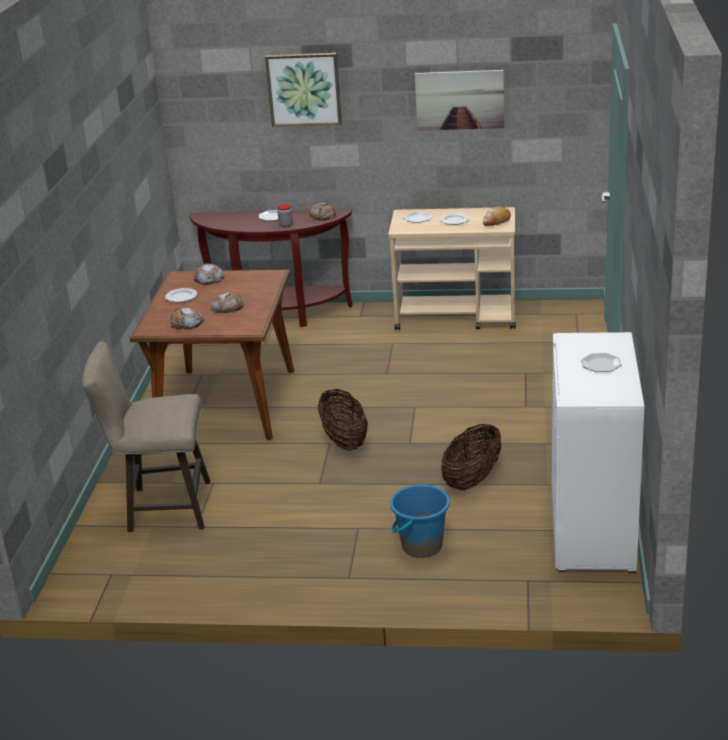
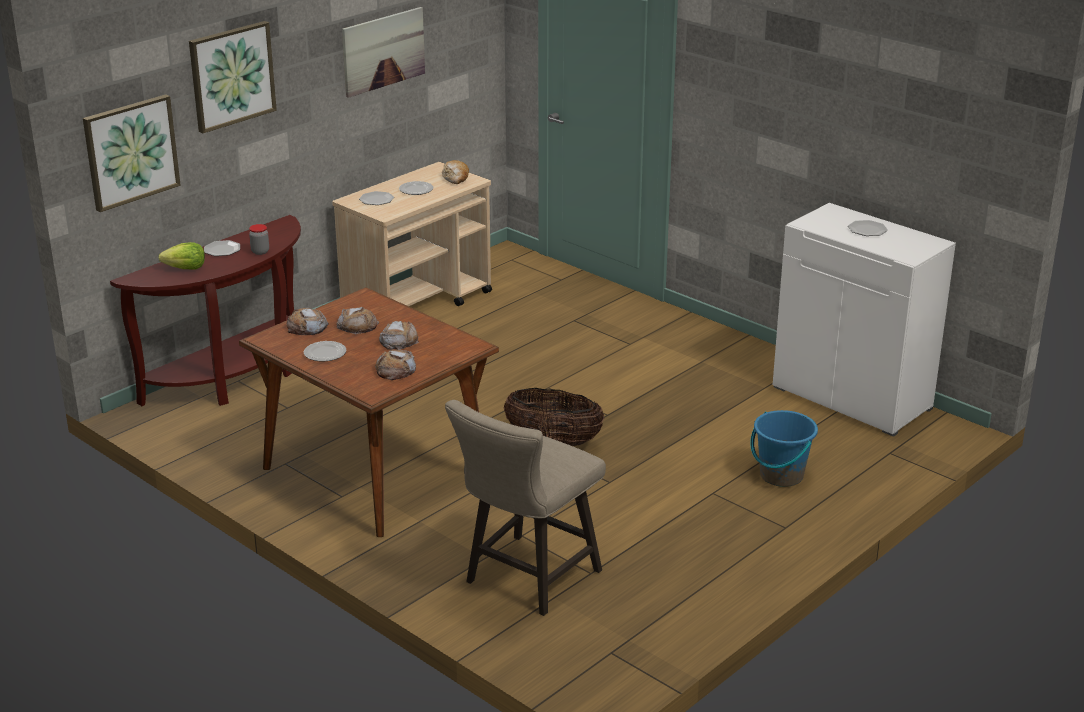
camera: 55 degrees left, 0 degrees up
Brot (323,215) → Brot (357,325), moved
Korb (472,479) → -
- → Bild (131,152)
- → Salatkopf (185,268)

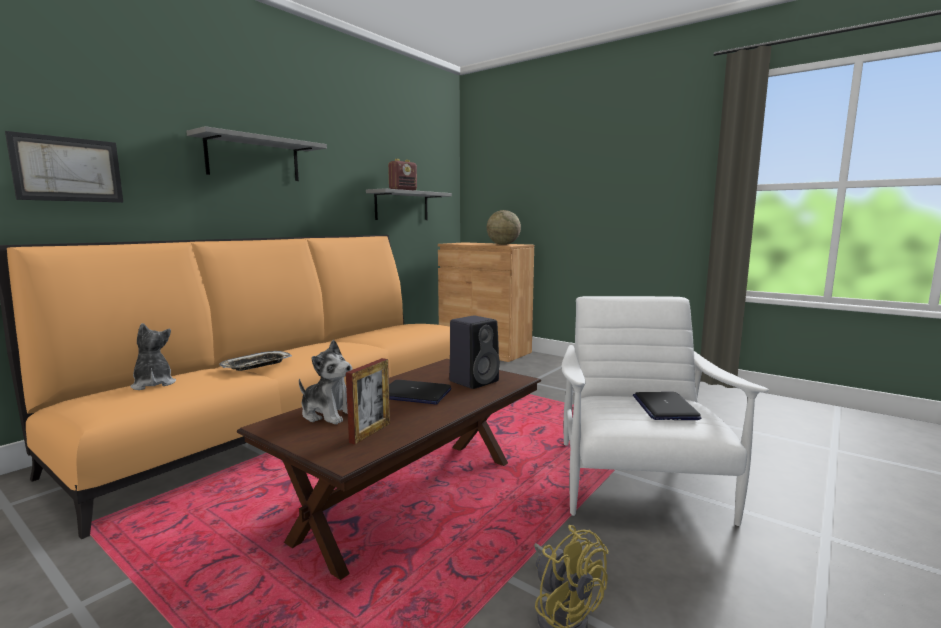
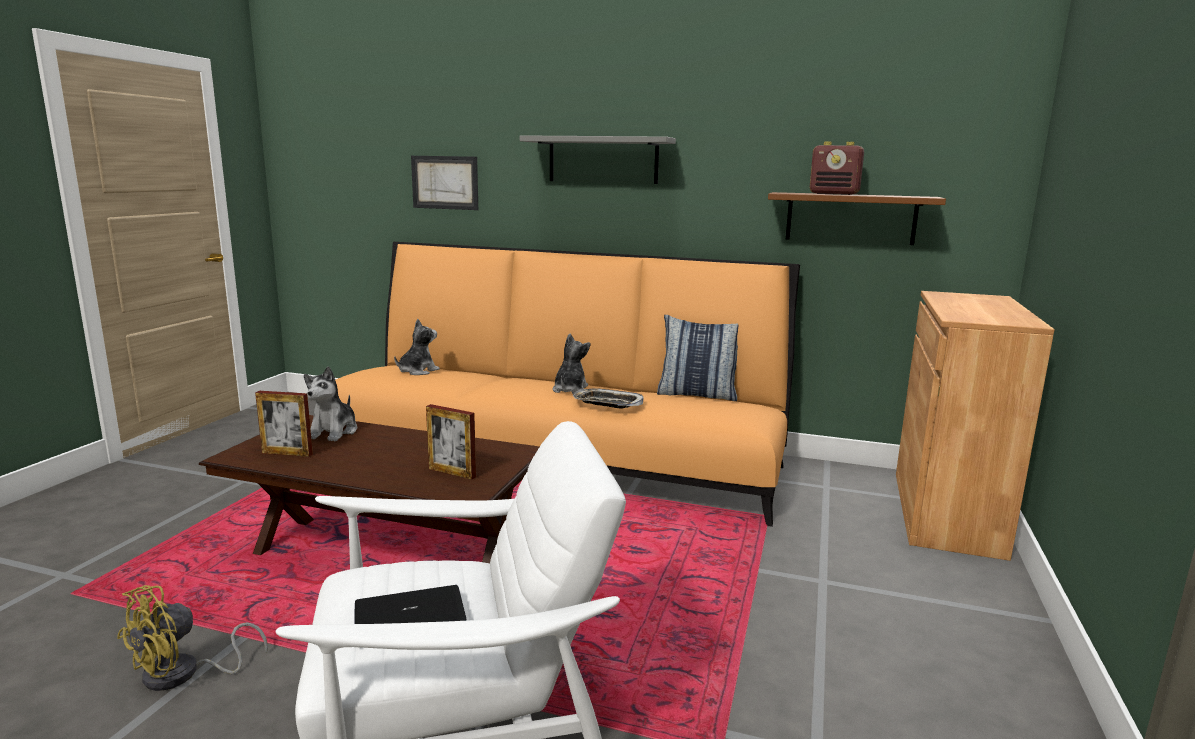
camera: 70 degrees right, 5 degrees up
Wandregal [grau] (402,206) → Wandregal [braun] (850,218)
Globus (503,244) → -
Lautsprecher [schwarz] (475,381) → Bilderrahmen (452,473)
Tablett (256,365) → Tablett (608,403), moved
Laptop (414,394) → -
- → Kissen (697,394)
- → Plüschtier (570,390)

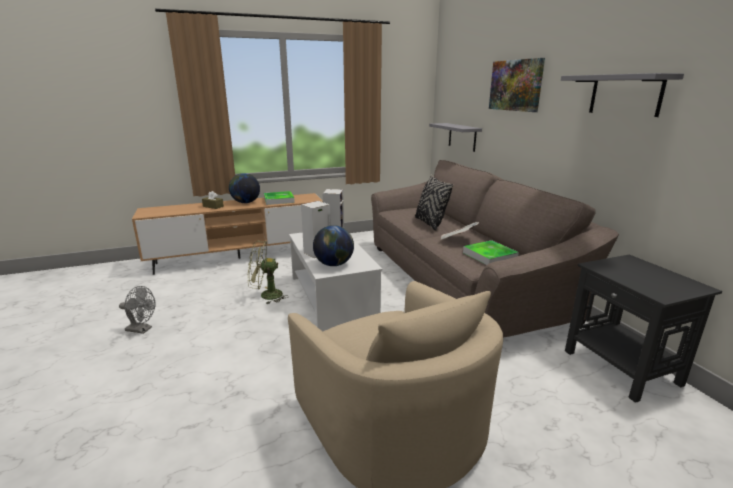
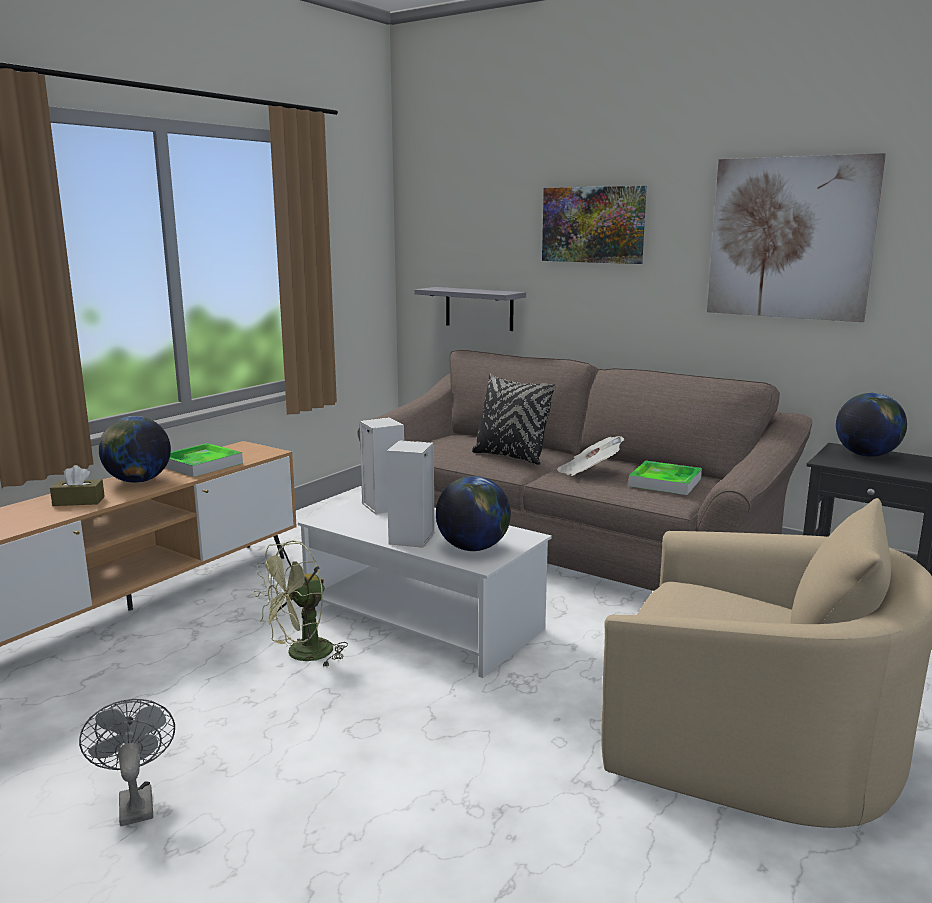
camera: 35 degrees left, 5 degrees down
Wandregal [grau] (625,95) → Bild (790,238)
Ventilator [grau] (142,329) → Ventilator [grau] (135,801), 90 degrees counterclockwise
- → Globus (866,455)

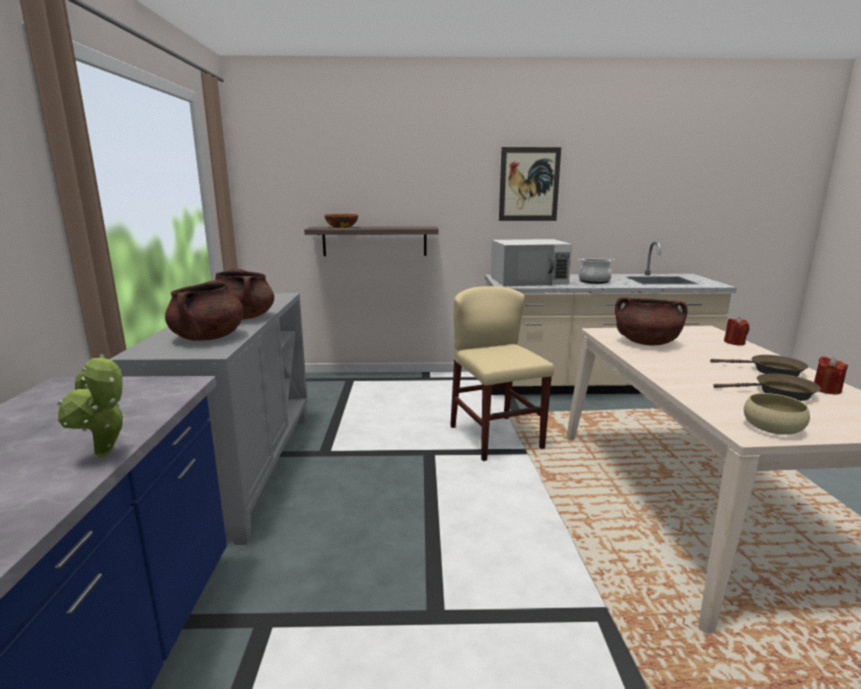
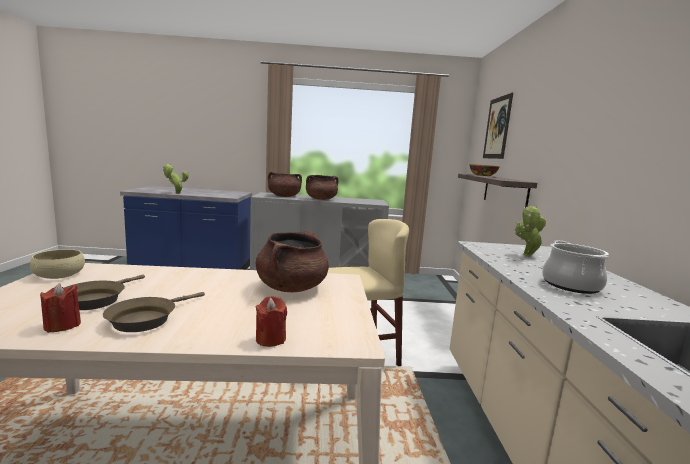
camera: 90 degrees right, 5 degrees down
Bild (529,184) → Bild (497,128), moved
Mikrowelle [weiß] (529,280) → Topfpflanze (526,256)

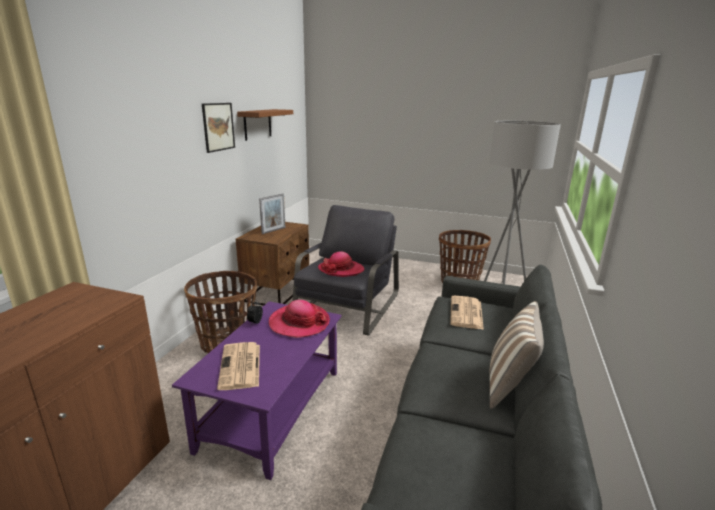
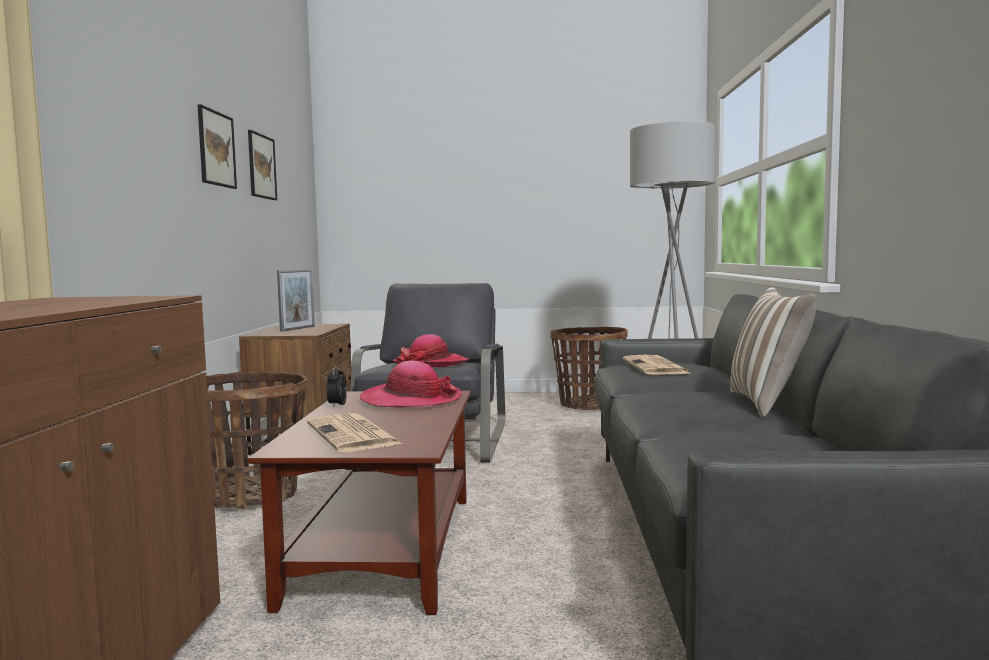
camera: 15 degrees left, 15 degrees down
Wandregal [braun] (257,124) → Bild (261,166)
Couchtisch [lila] (272,410) → Couchtisch [braun] (385,548)

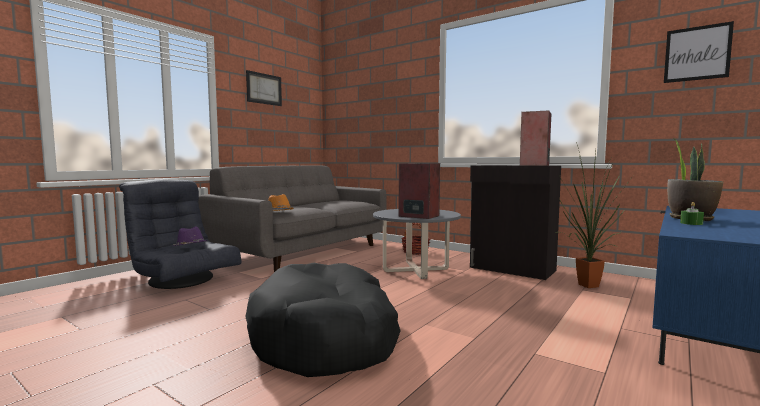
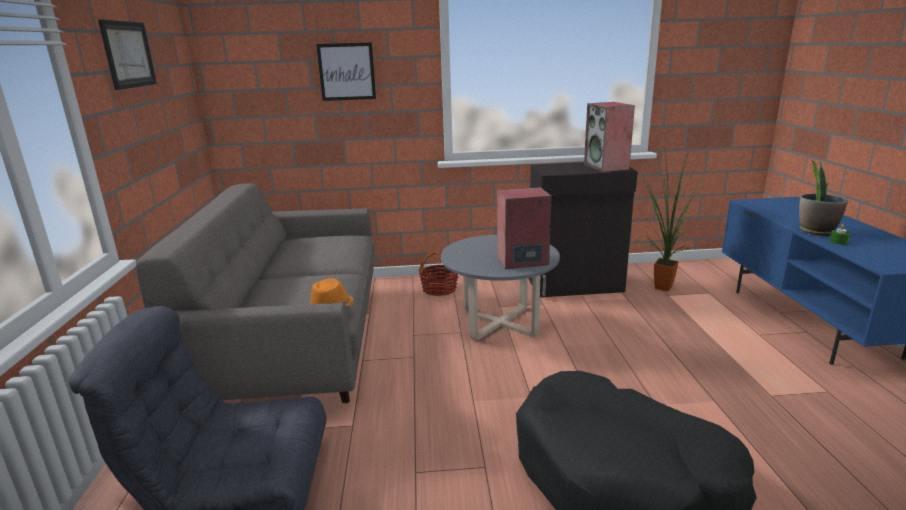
camera: 40 degrees left, 15 degrees up
Bild (697,53) → Bild (347,72), moved
Hut [lila] (190,246) → -

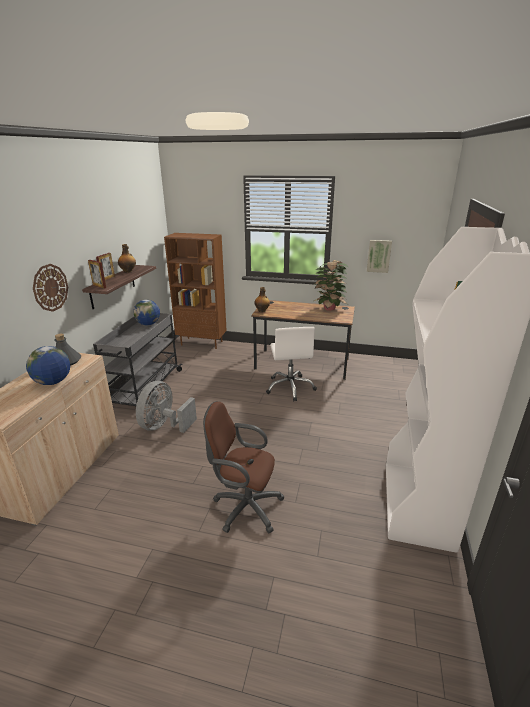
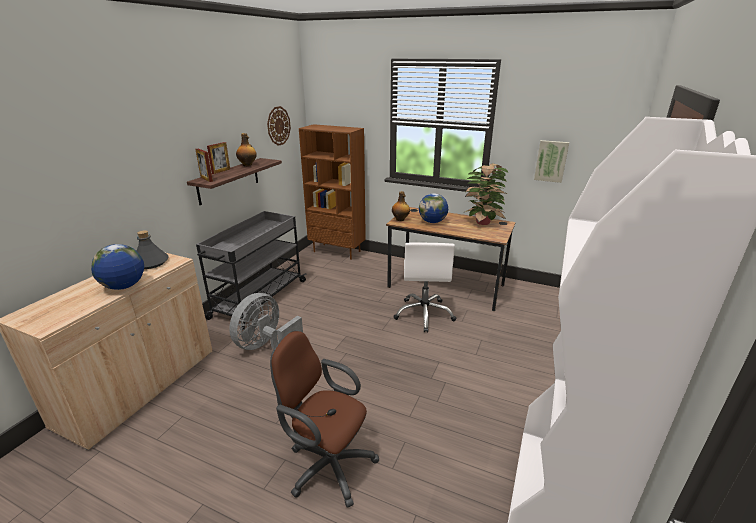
camera: 10 degrees right, 0 degrees up
Wanduhr (50,287) → Wanduhr (278,126), moved
Globus (148,324) → Globus (432,222), moved

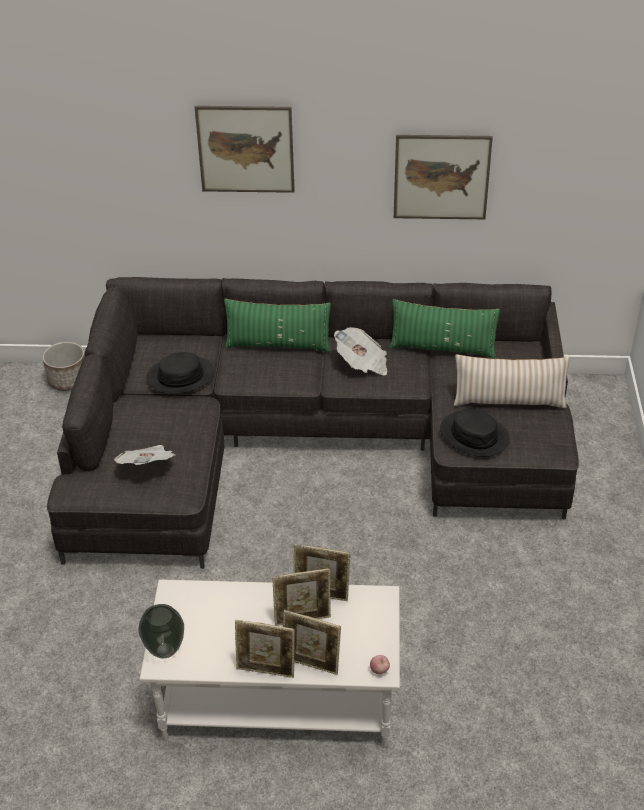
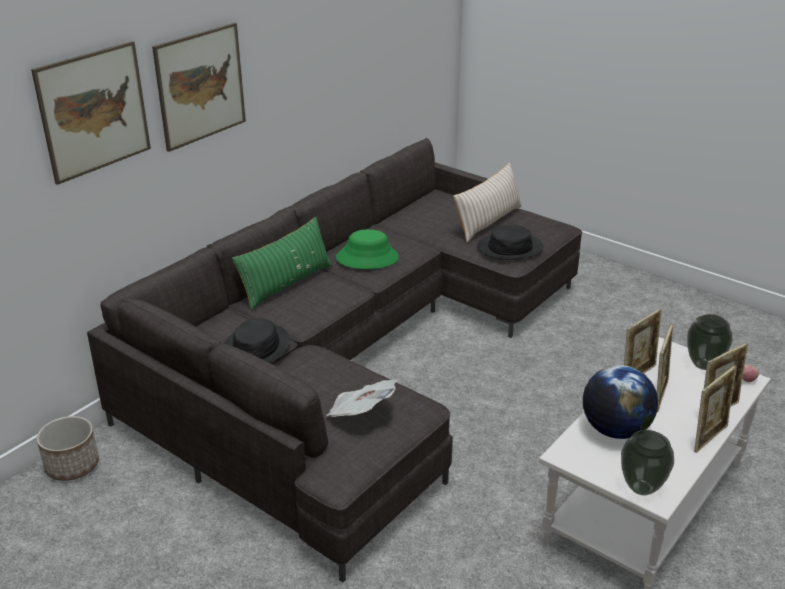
camera: 55 degrees left, 10 degrees down
Bild (441,177) → Bild (94,111), moved
Kissen [grün] (442,348) → -
Zeitung (362,364) → Hut [grün] (367,258)
- → Vase (704,365)
- → Globus (615,430)

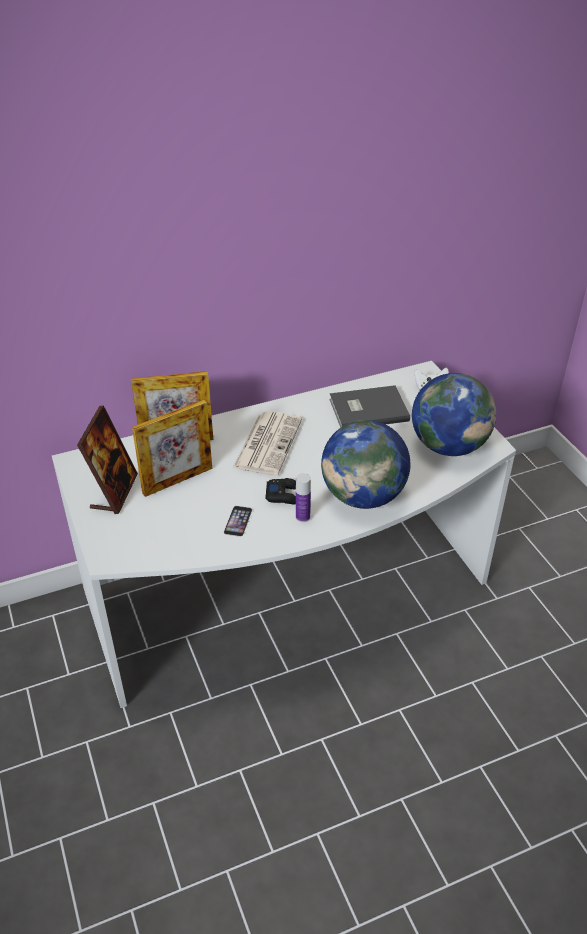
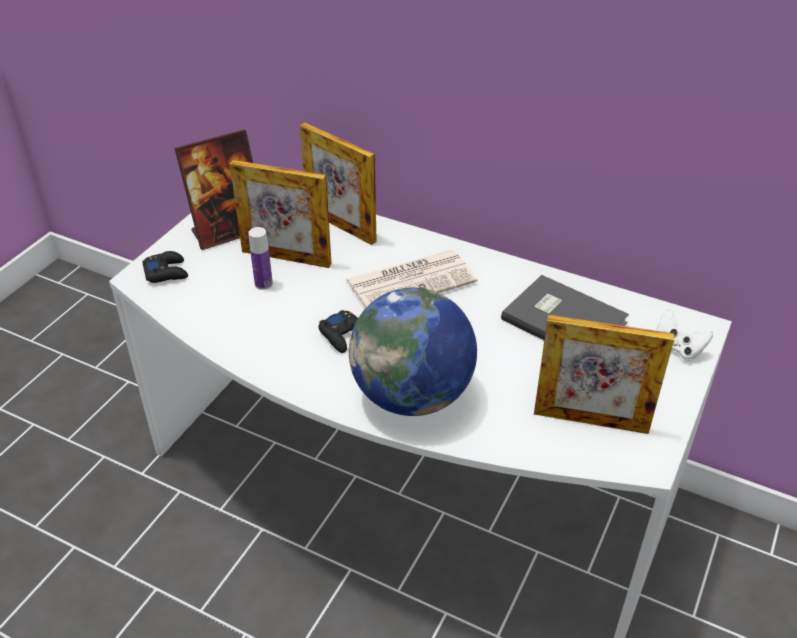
camera: 50 degrees right, 0 degrees up
Globus (448,446) → Bilderrahmen (590,420)
Flasche (302,517) → Flasche (263,284), moved
Handy (238,521) → -
- → Gamepad [schwarz] (166,272)

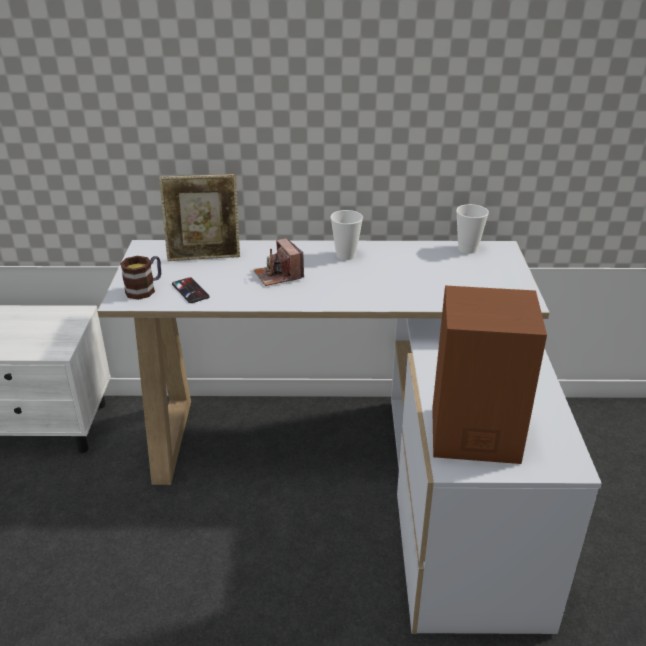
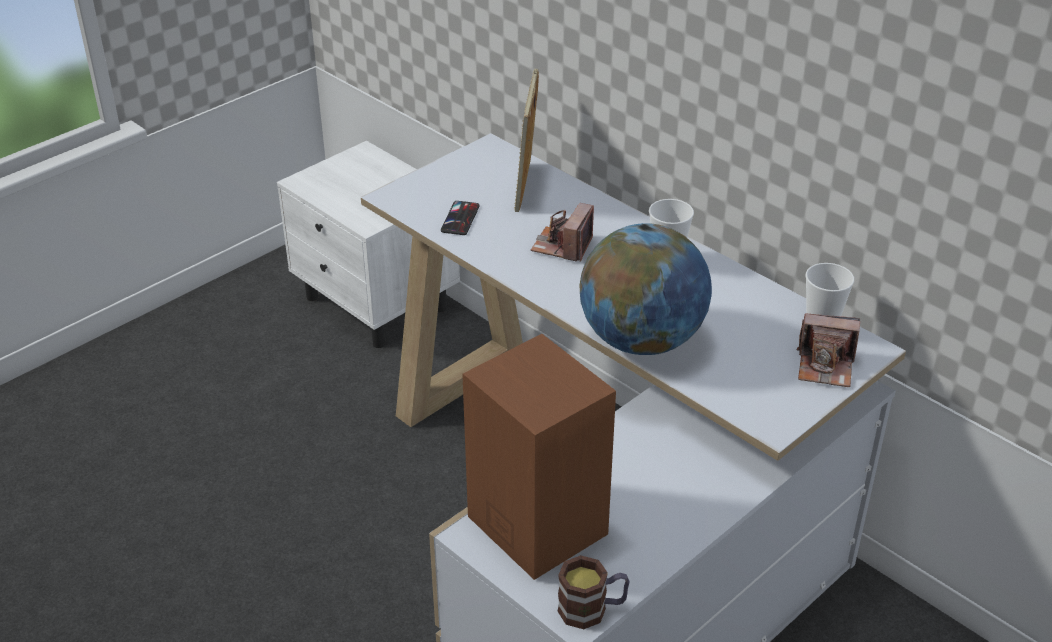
camera: 45 degrees right, 5 degrees up
Bilderrahmen (204,257) → Bilderrahmen (526,187), 60 degrees clockwise
Henkelbecher (145,289) → Henkelbecher (592,609), moved
- → Globus (642,340)
- → Kamera (825,366)

